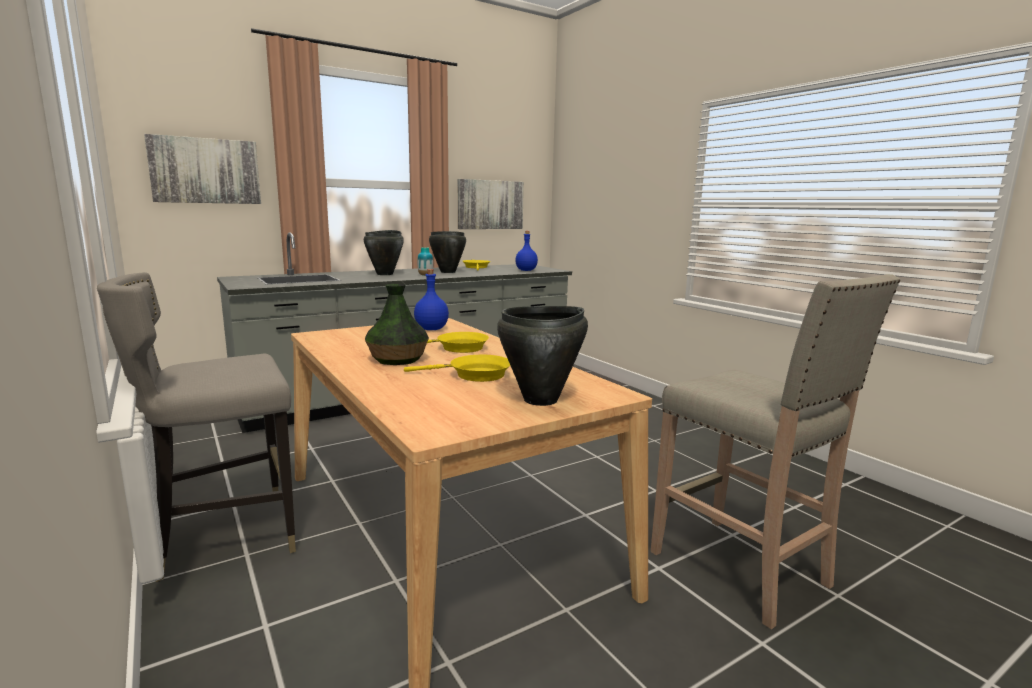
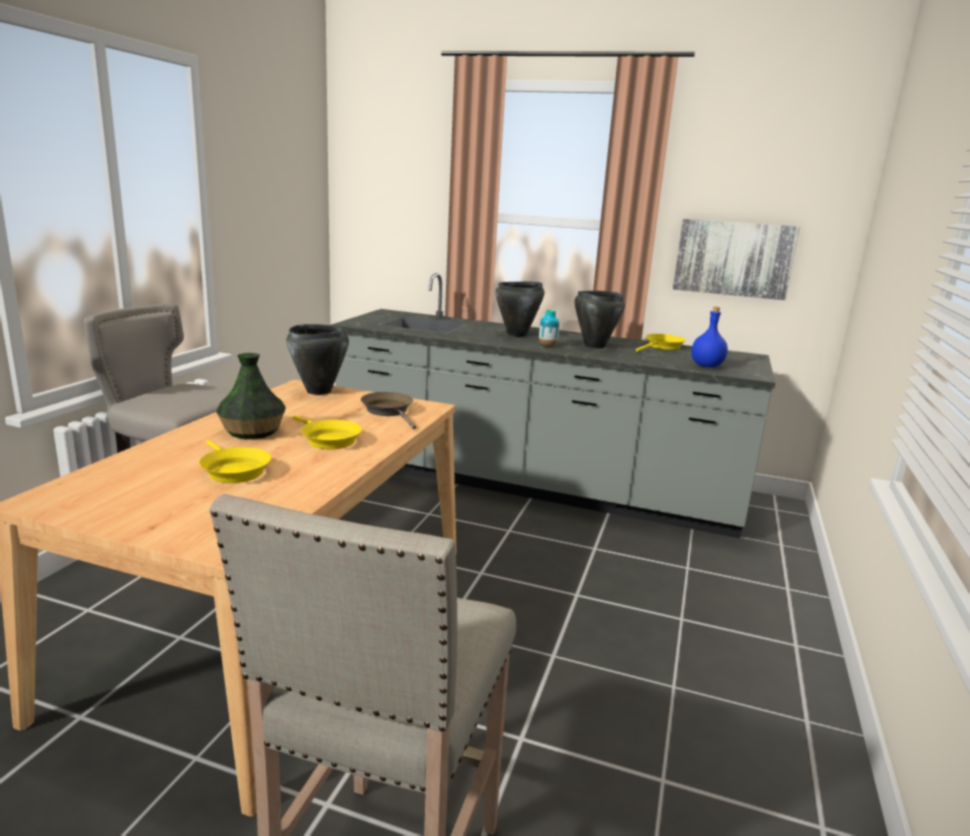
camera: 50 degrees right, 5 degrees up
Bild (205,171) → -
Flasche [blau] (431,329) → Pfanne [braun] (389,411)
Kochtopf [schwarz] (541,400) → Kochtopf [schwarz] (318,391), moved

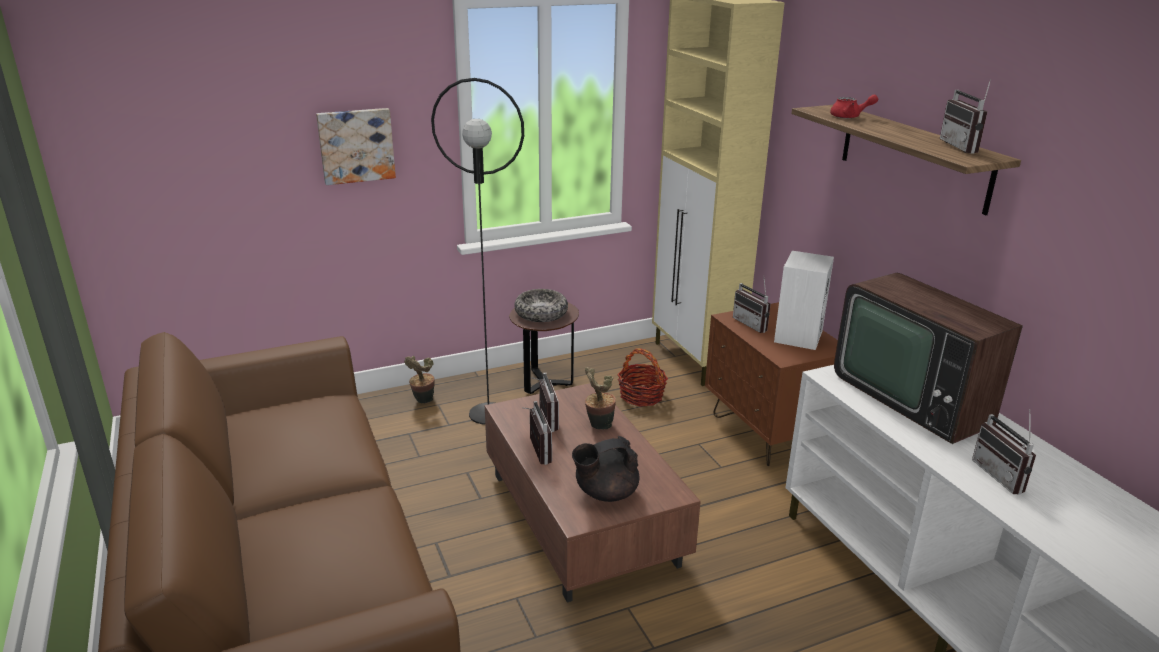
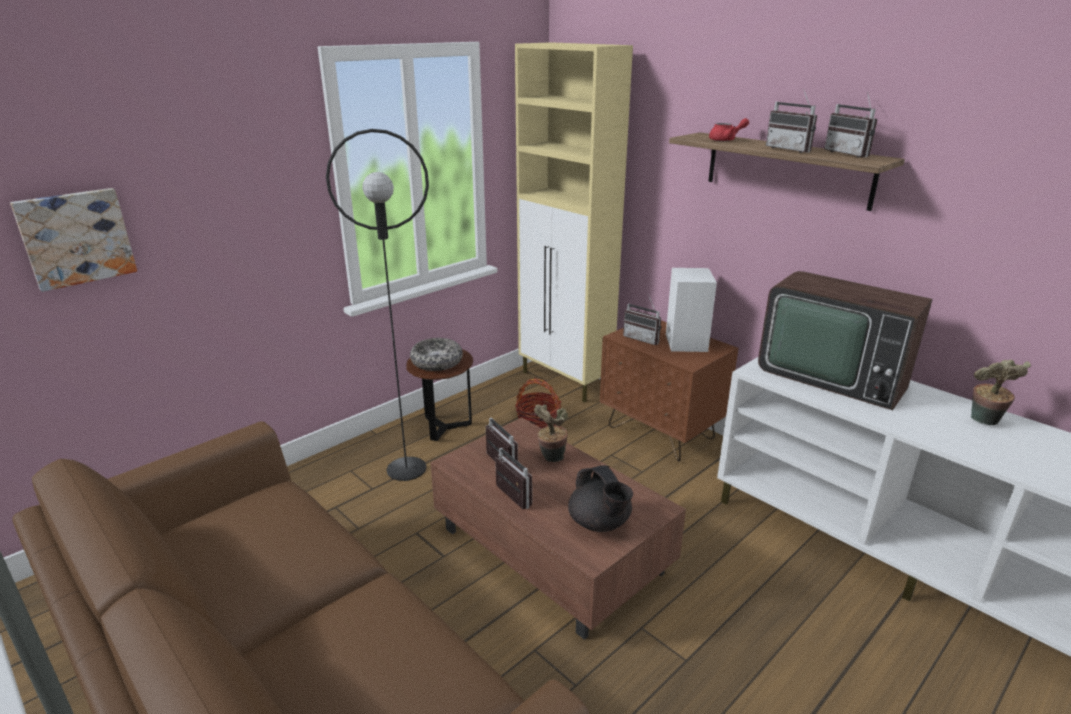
camera: 20 degrees left, 0 degrees up
Bild (356,145) → Bild (76,237), moved
Topfpflanze (422,401) → Topfpflanze (984,422), moved
Radio (1004,476) → Radio (791,149), moved
Teekanne [schwarz] (605,493) → Teekanne [schwarz] (600,523), 75 degrees counterclockwise

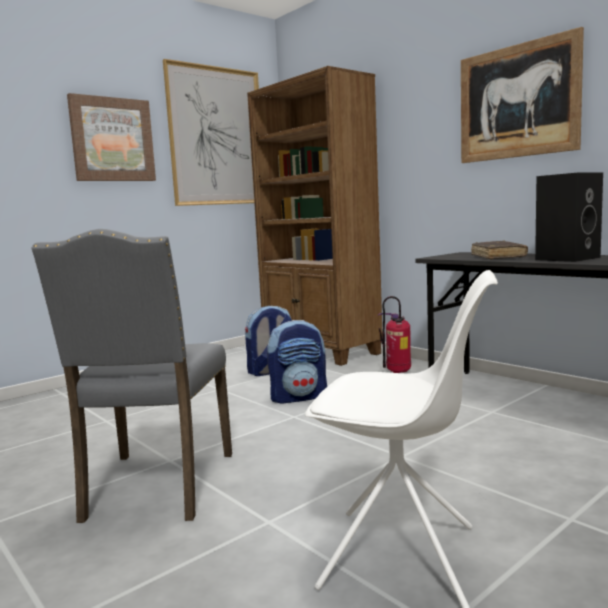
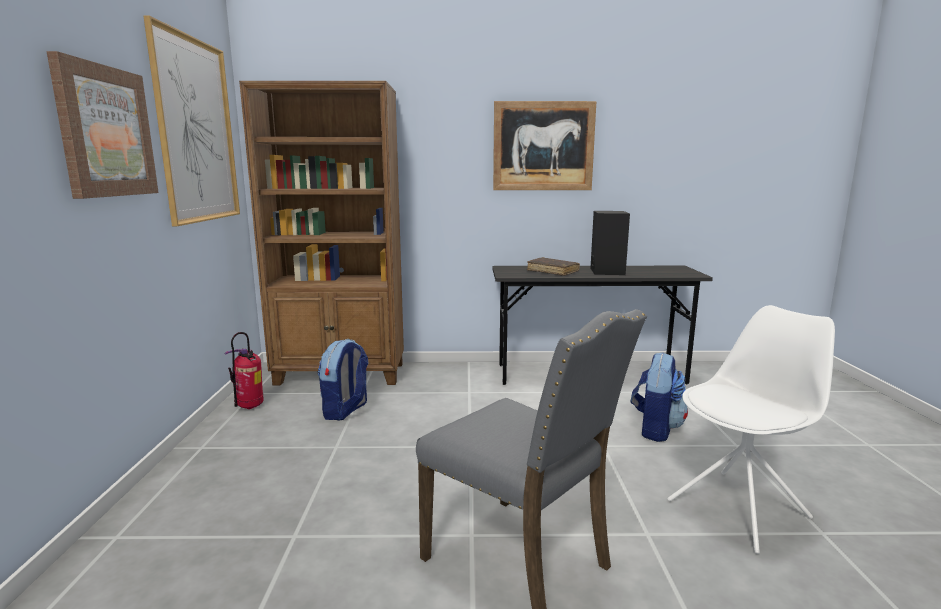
camera: 50 degrees left, 5 degrees up
Feuerlöscher (397,372) → Feuerlöscher (250,407), moved
Rucksack (299,397) → Rucksack (655,429), moved

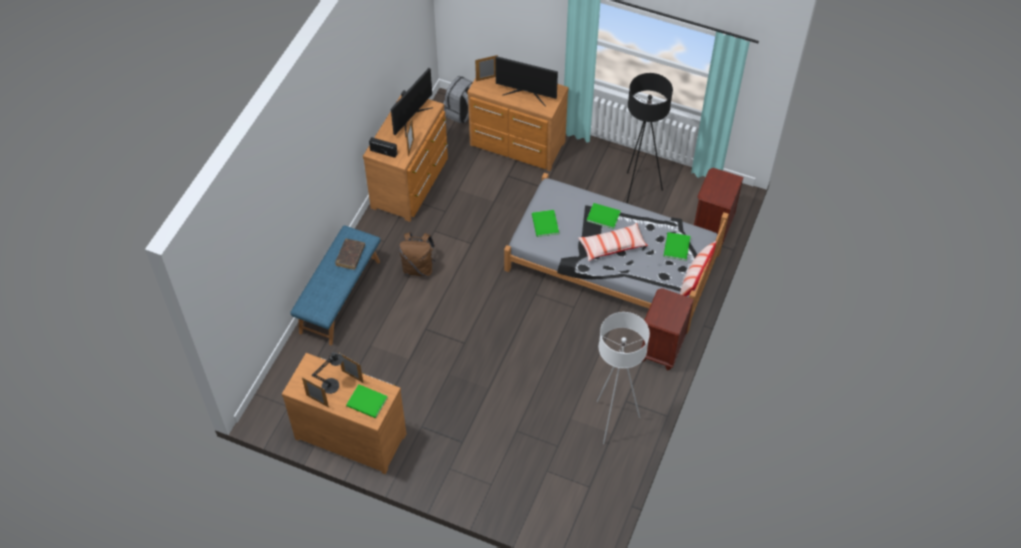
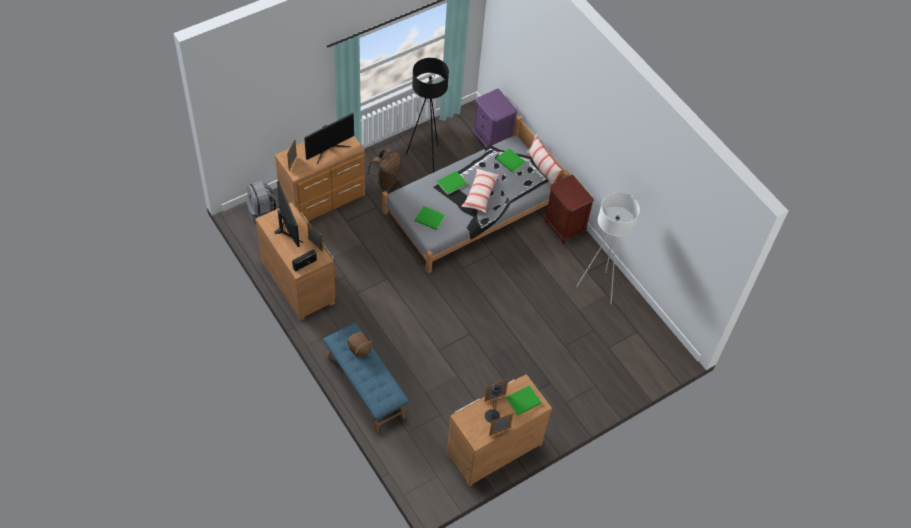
camera: 60 degrees left, 0 degrees up
Nachttisch [braun] (711,229) → Nachttisch [lila] (491,141)
Rucksack [braun] (418,267) → Rucksack [braun] (386,181), moved
Buch [braun] (350,256) → Plüschtier [braun] (359,349)

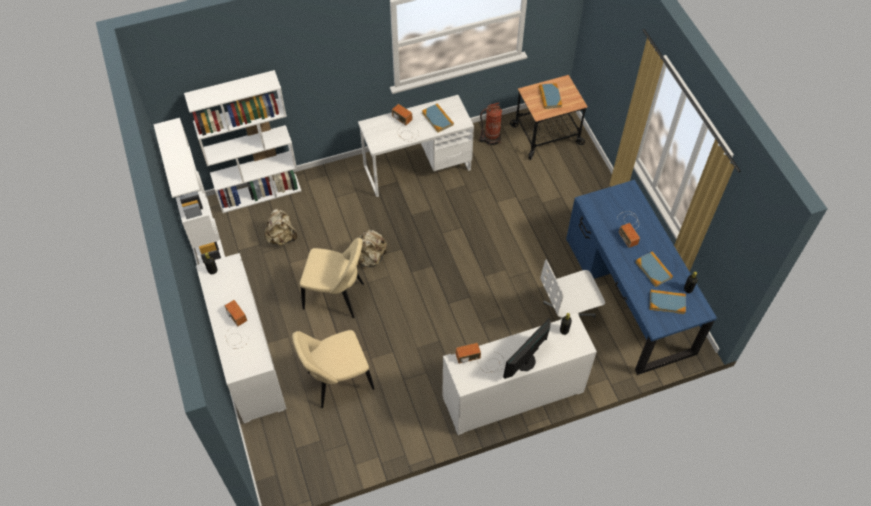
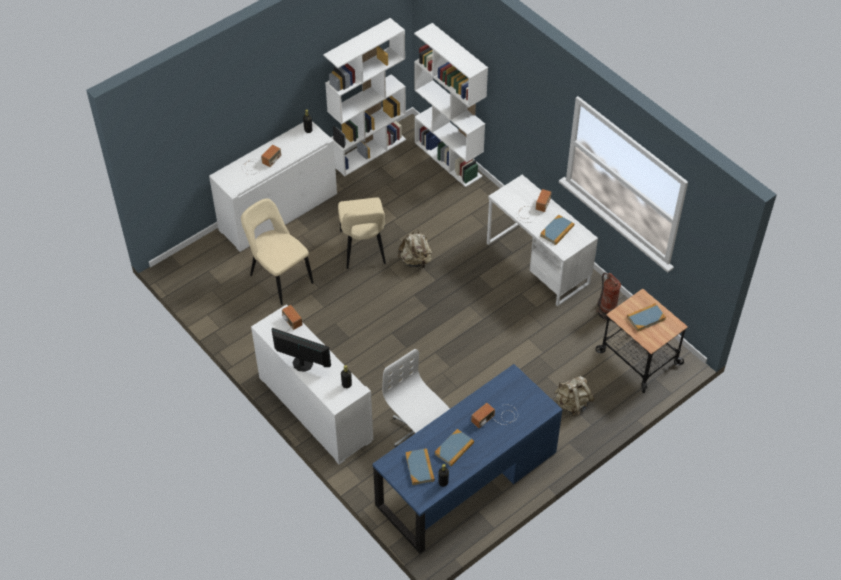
camera: 70 degrees right, 5 degrees down
Rucksack [beige] (282,237) → Rucksack [beige] (572,404), moved

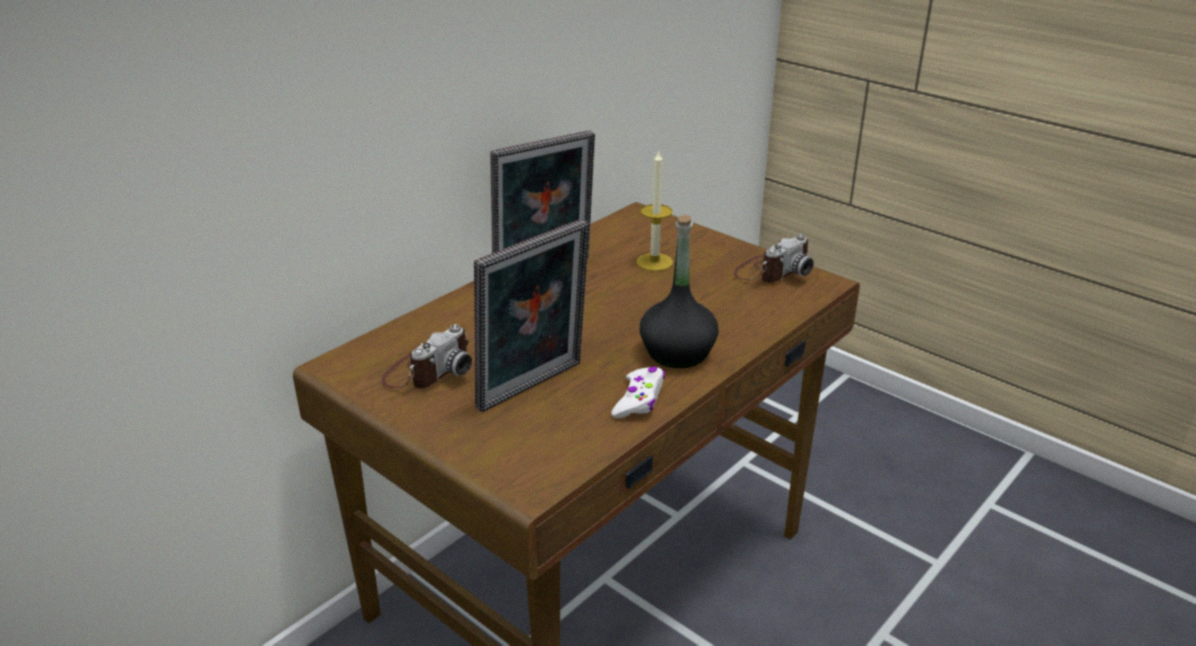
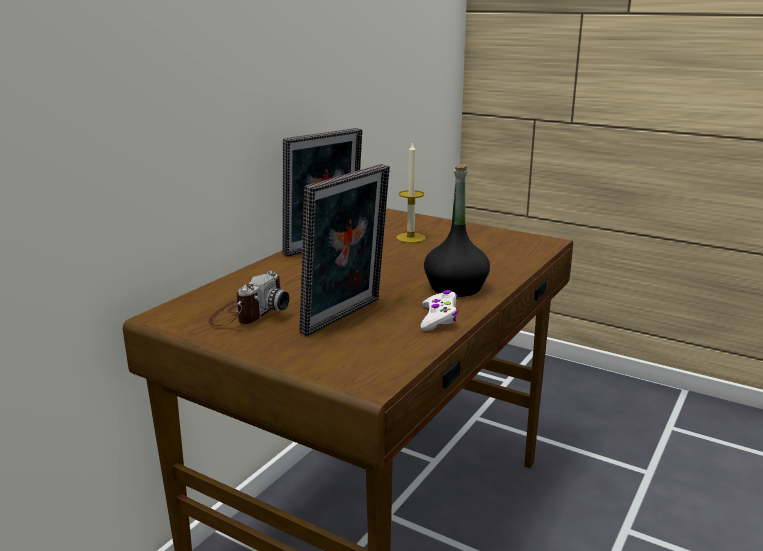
camera: 10 degrees left, 10 degrees down
Kamera (771,271) → -

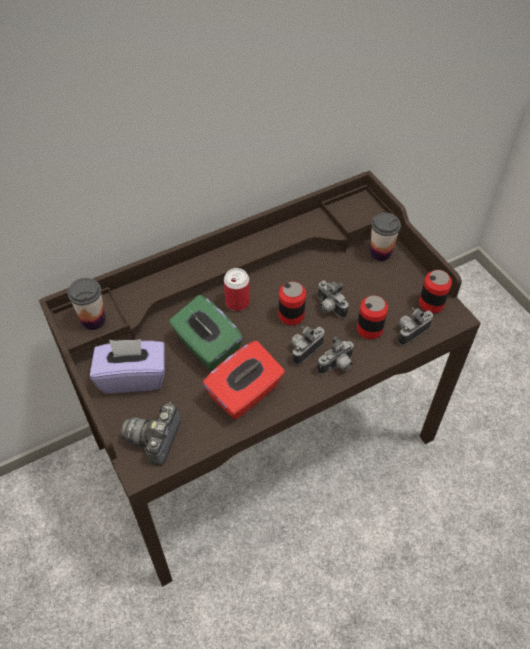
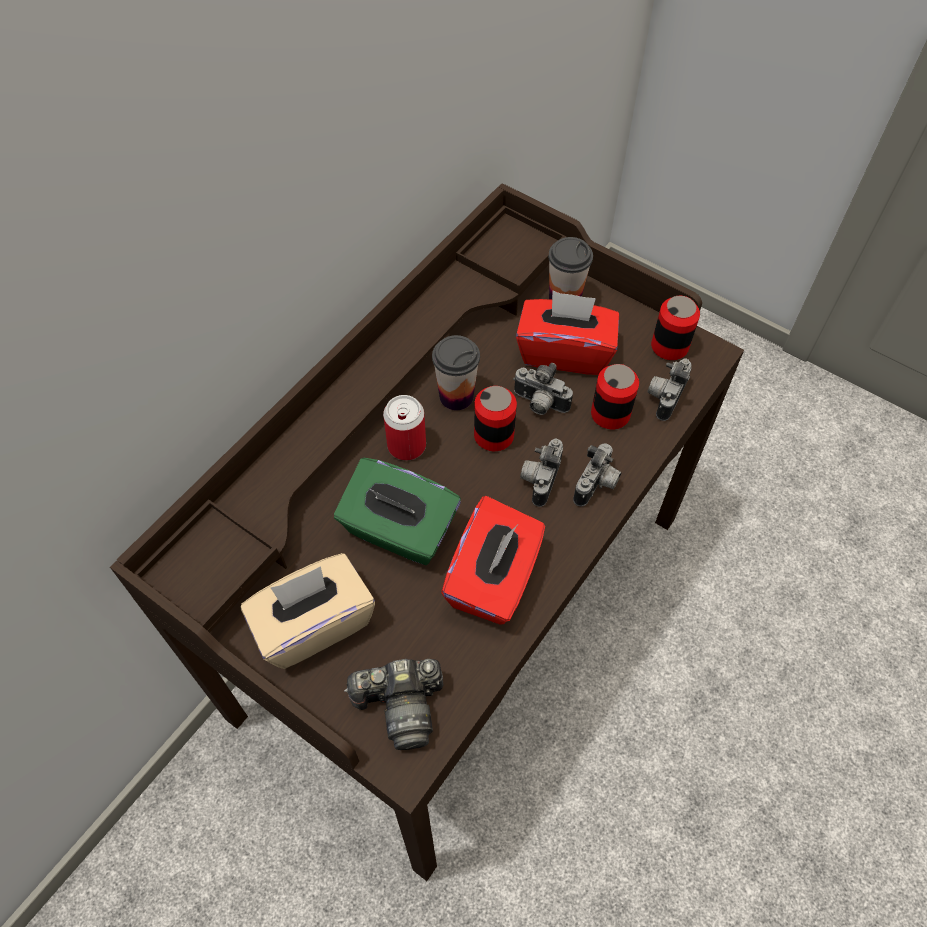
camera: 25 degrees left, 5 degrees up
Tasse (93,320) → Tasse (456,396), moved
Taschentuchbox [lila] (133,377) → Taschentuchbox [beige] (313,624)
Kamera (155,439) → Kamera (401,706), 90 degrees counterclockwise
- → Taschentuchbox [rot] (564,352)

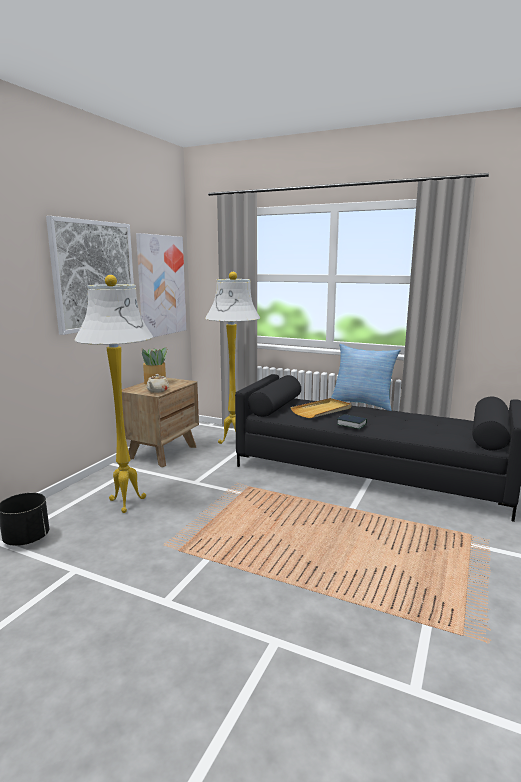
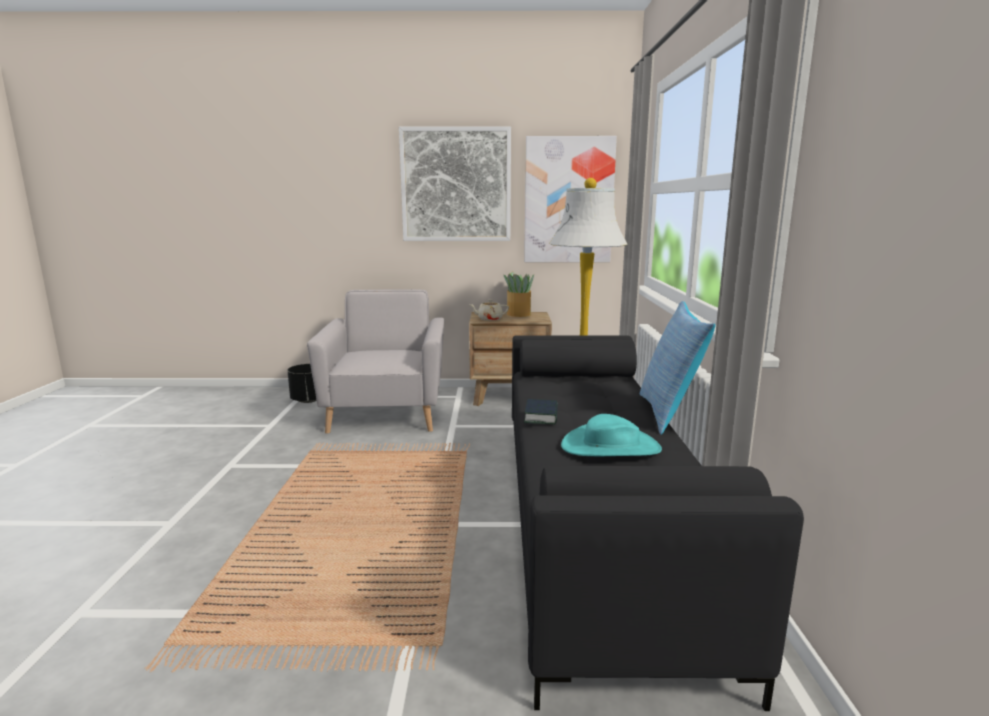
camera: 65 degrees right, 0 degrees up
Stehlampe [weiß] (127,503) → Sessel [grau] (386,412)
Tablett [beige] (322,410) → -
- → Hut [türkis] (610,447)

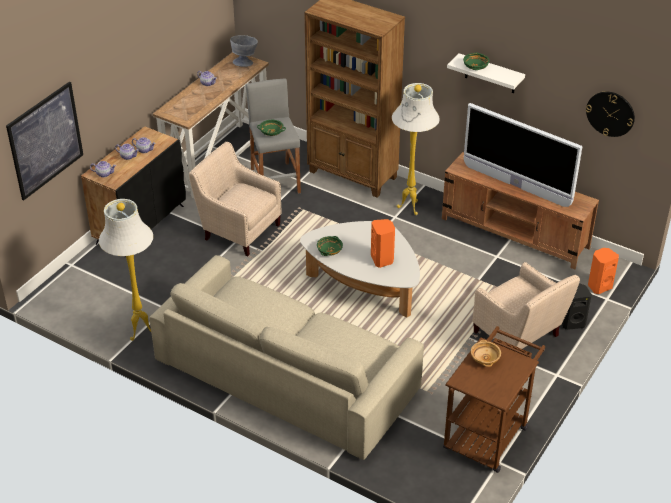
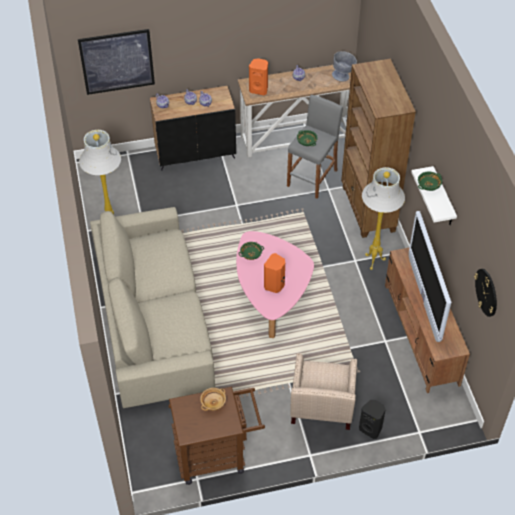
camera: 45 degrees right, 10 degrees up
Sessel [beige] (239,229) → -
Couchtisch [weiß] (364,286) → Couchtisch [rosa] (271,295)
Lautsprecher [orange] (599,286) → Lautsprecher [orange] (259,89), moved

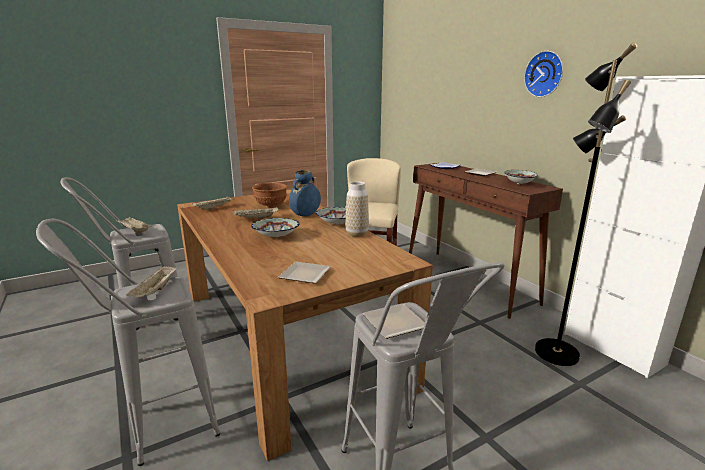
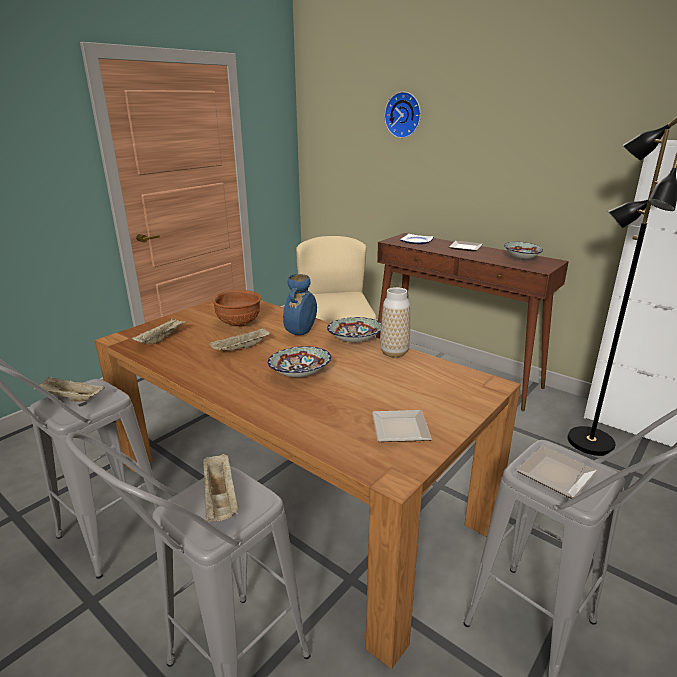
camera: 20 degrees left, 5 degrees up
Wanduhr (545,74) → Wanduhr (404,115), moved

